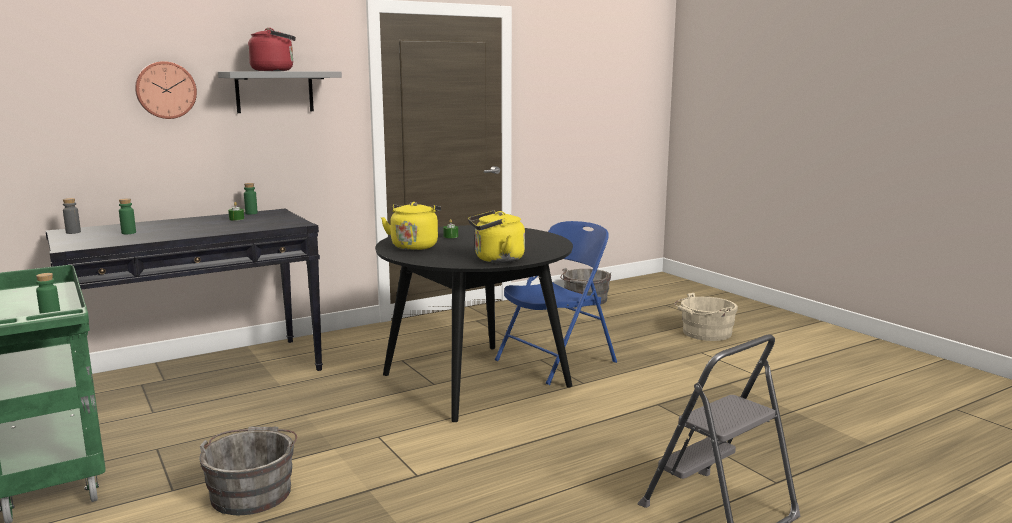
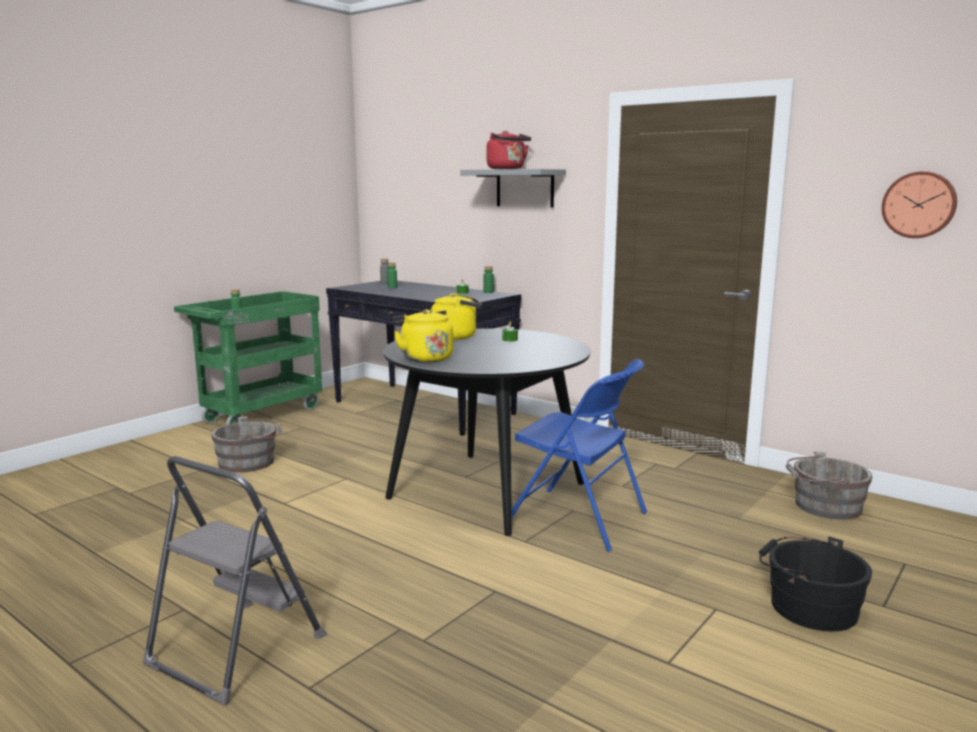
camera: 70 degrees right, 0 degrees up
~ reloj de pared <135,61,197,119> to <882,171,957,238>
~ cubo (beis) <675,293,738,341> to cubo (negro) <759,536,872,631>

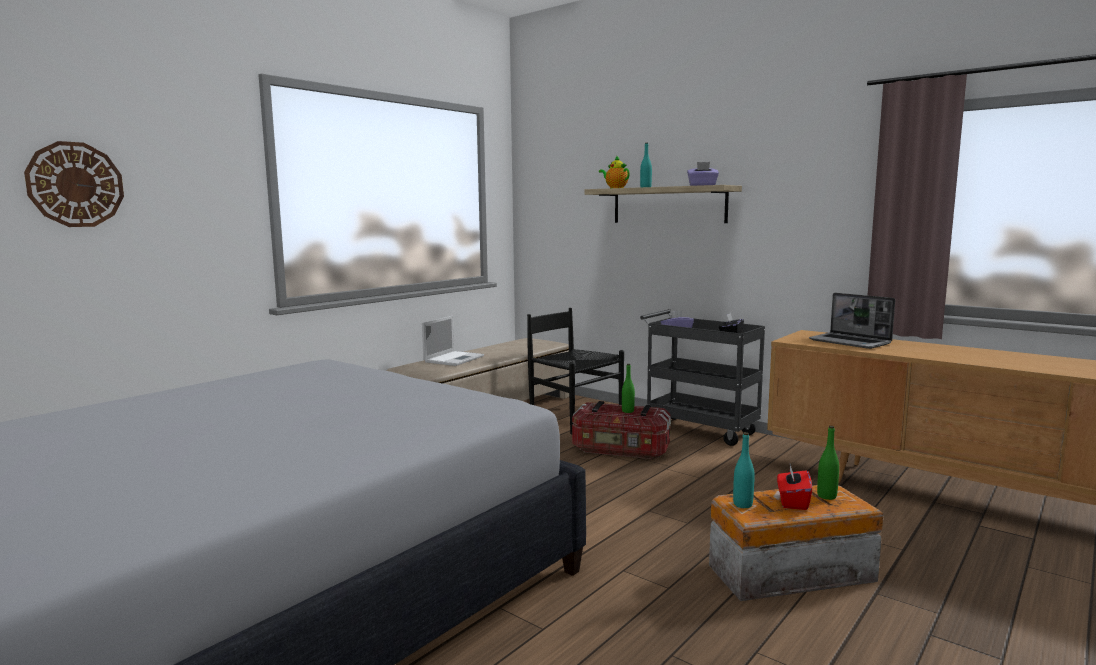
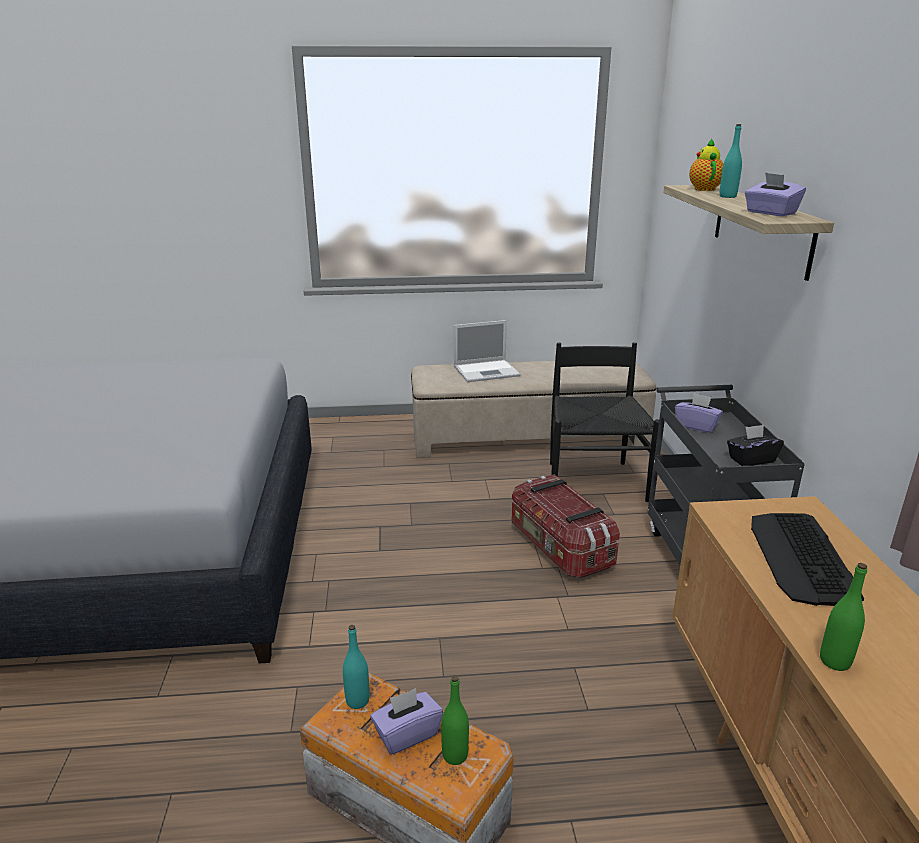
camera: 45 degrees right, 15 degrees up
- reloj de pared <24,141,124,227>
~ portátil <809,293,895,349> to teclado <751,513,864,606>
~ botella (verde) <622,364,635,413> to <820,563,867,671>
~ caja de pañuelos (rojo) <777,464,812,510> to caja de pañuelos (morado) <370,688,443,754>

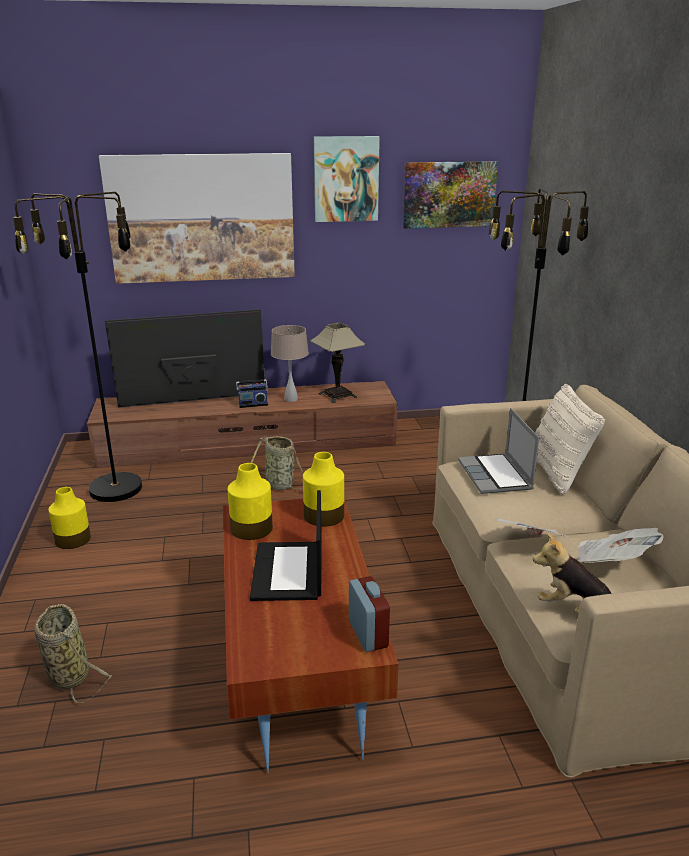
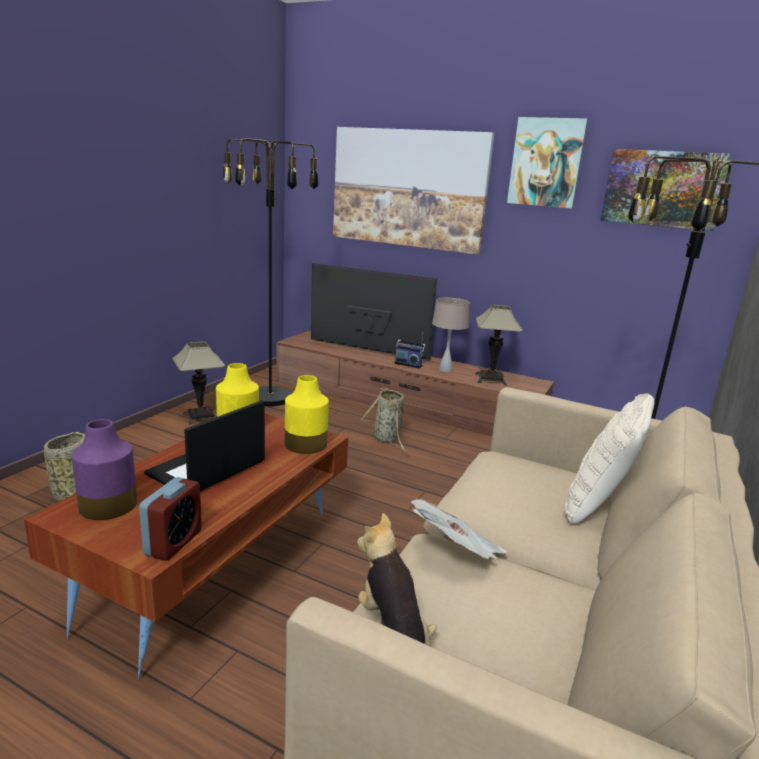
camera: 35 degrees right, 5 degrees down
- portátil <458,408,540,494>
~ florero (amarillo) <48,487,91,549> to lámpara de mesa <172,342,226,425>
- periódico <577,528,664,563>
+ florero (morado) <71,419,137,520>

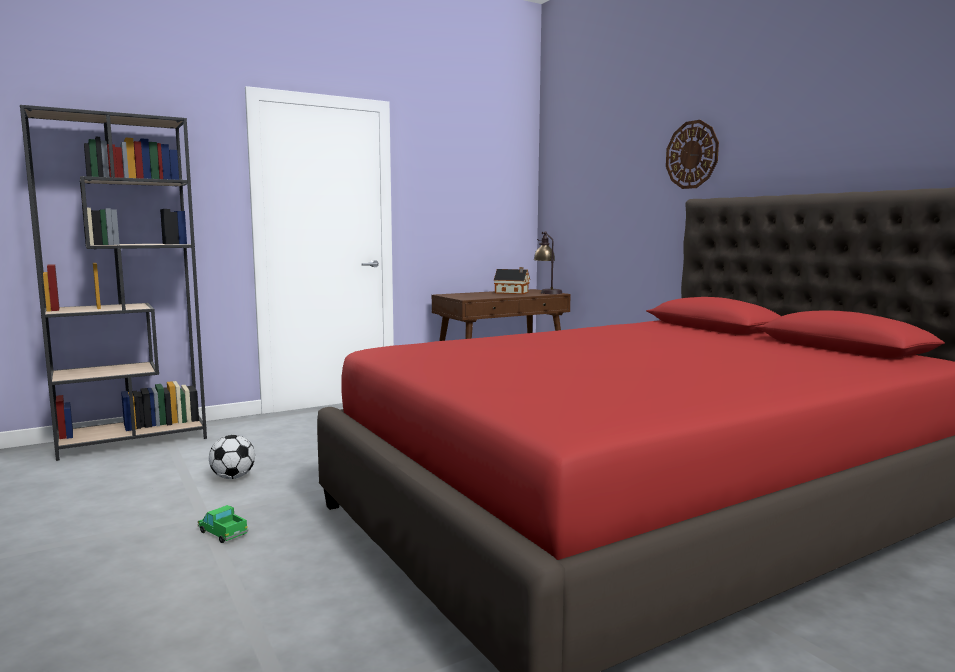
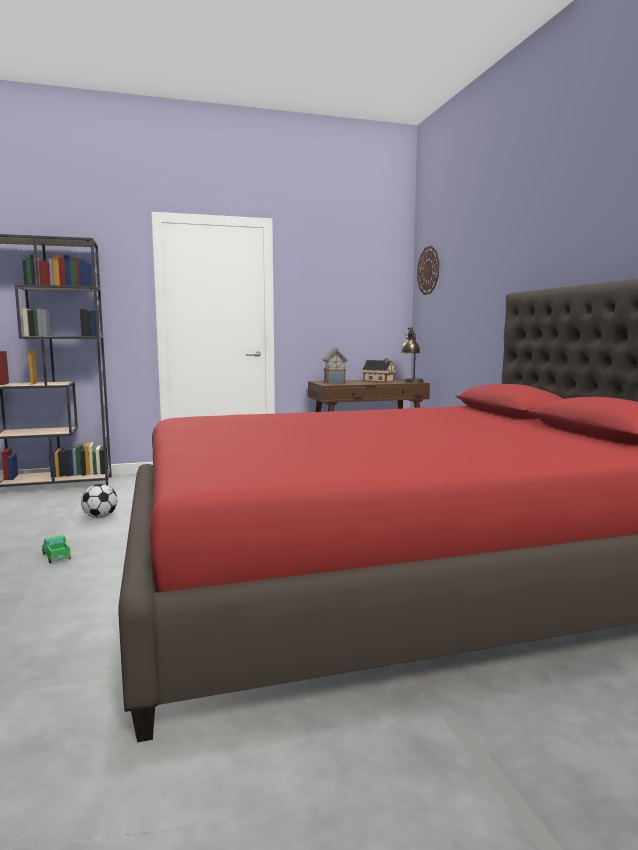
camera: 15 degrees right, 0 degrees up
~ reloj de pared <666,120,719,189> to <417,246,439,295>
+ casita <323,347,347,384>

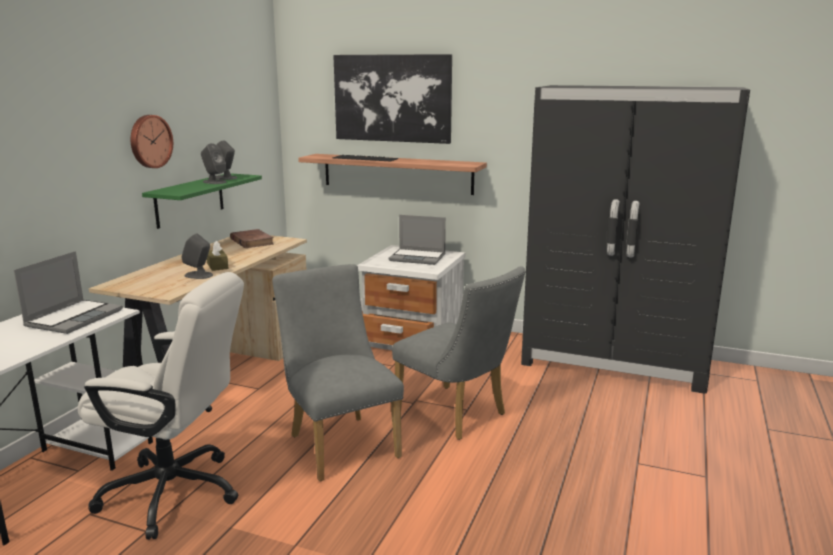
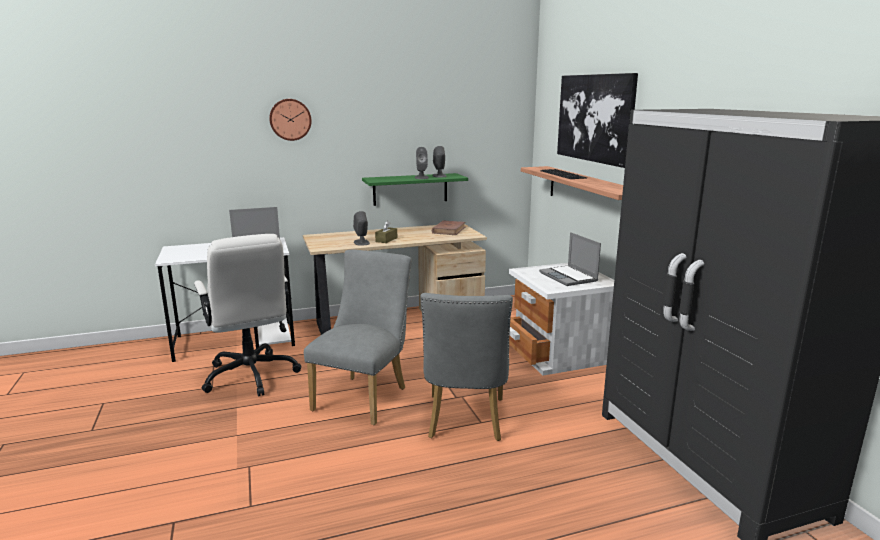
camera: 50 degrees right, 0 degrees up
~ reloj de pared <131,115,173,168> to <269,99,311,141>

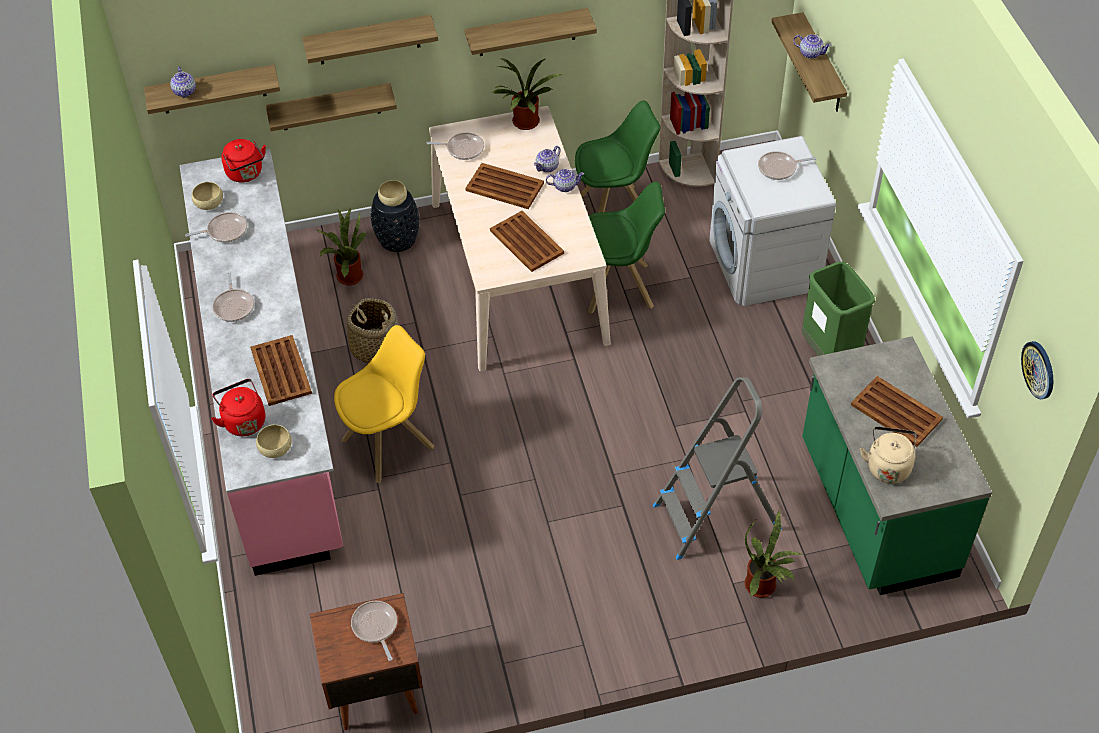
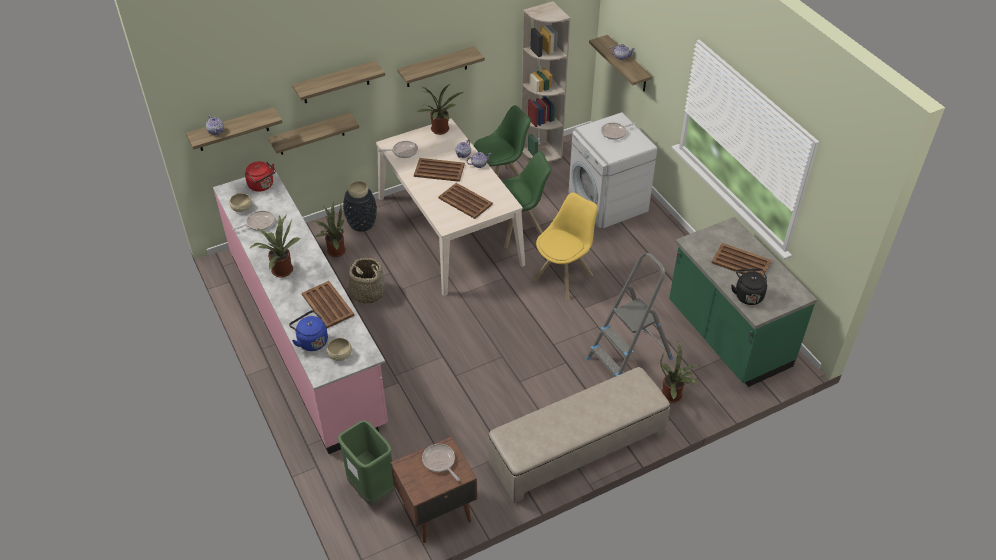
camera: 15 degrees left, 5 degrees down
~ papelera (verde) <802,262,875,356> to <338,420,396,505>
~ sartén <213,272,254,322> to planta en maceta <249,215,300,278>
~ silla (amarillo) <334,325,434,483> to <533,192,598,301>
- reloj de pared <1021,341,1053,399>
~ hervidor (rojo) <211,379,265,436> to hervidor (azul) <289,310,328,351>
~ hervidor (beis) <860,426,917,484> to hervidor (negro) <731,269,767,305>
+ banco (beis) <488,367,670,503>

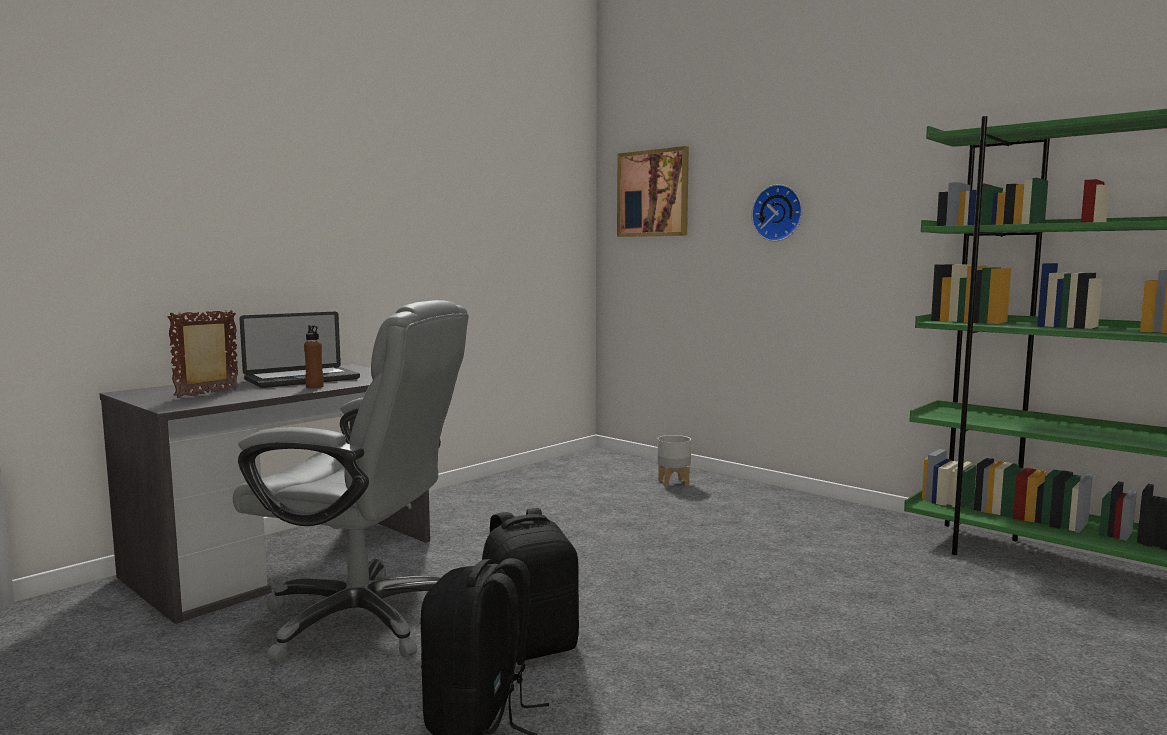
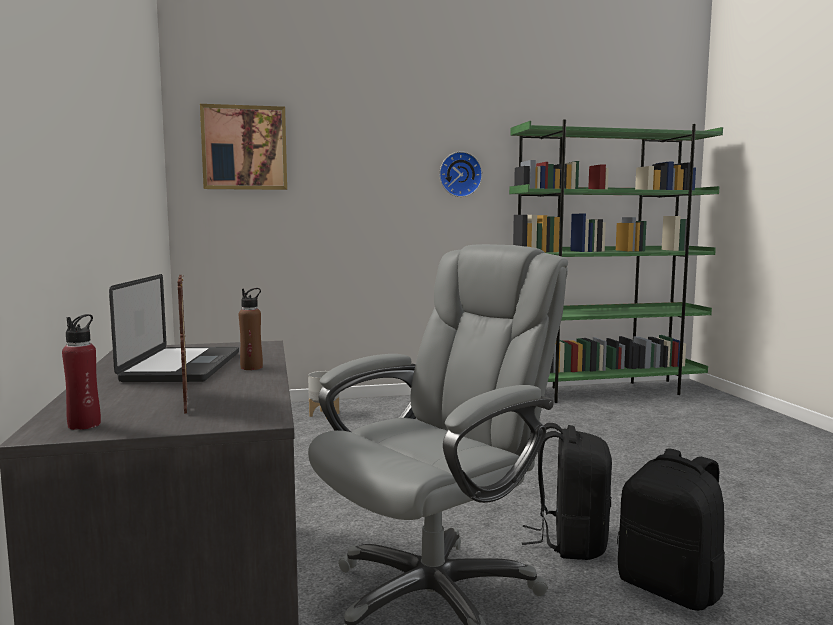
camera: 55 degrees left, 0 degrees up
~ reloj de pared <751,184,802,241> to <439,152,482,197>
+ botella (rojo) <62,314,101,430>

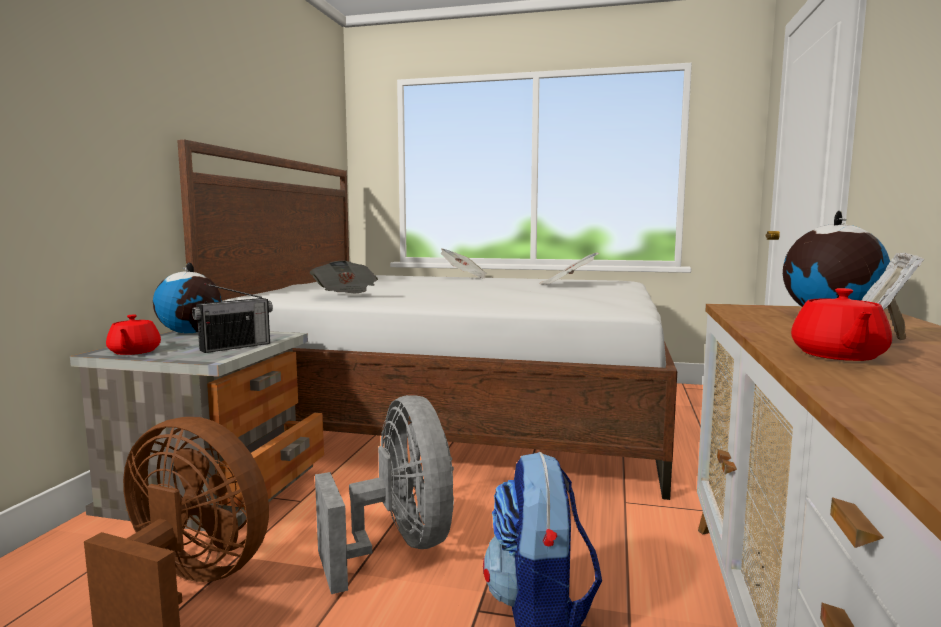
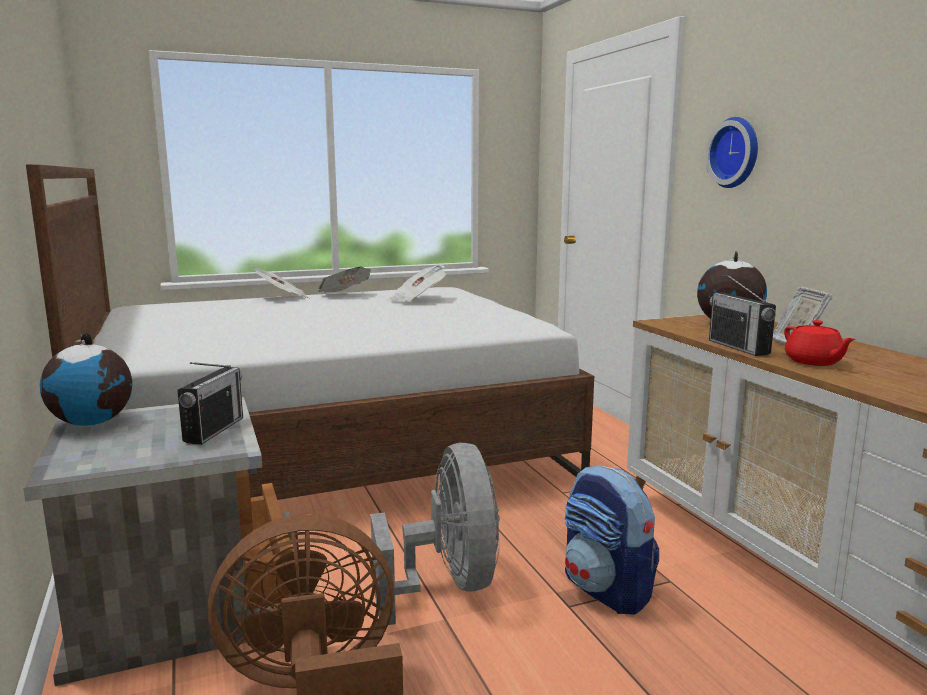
camera: 35 degrees left, 5 degrees up
~ periódico <310,261,378,293> to <318,267,371,292>
- tetera (rojo) <106,315,161,355>
~ ventilador (gris) <315,395,454,594> = <371,443,500,625> 45 degrees clockwise
+ reloj de pared <705,117,758,188>
+ radio <709,273,776,356>

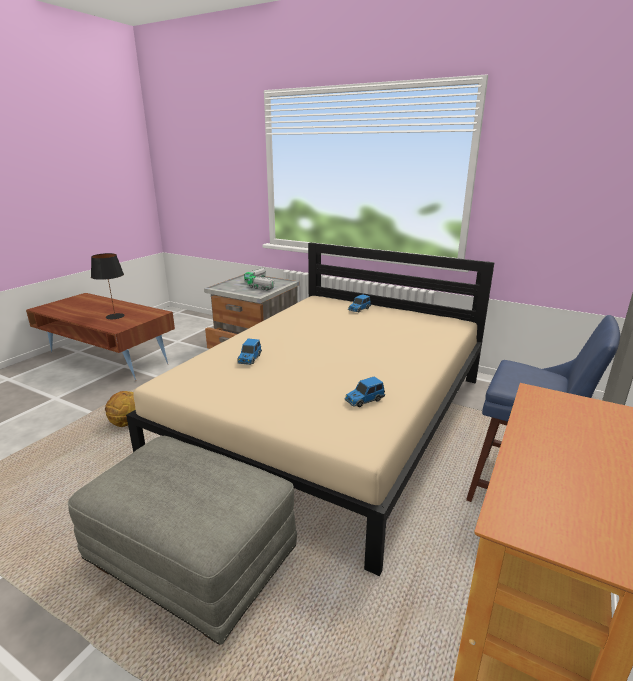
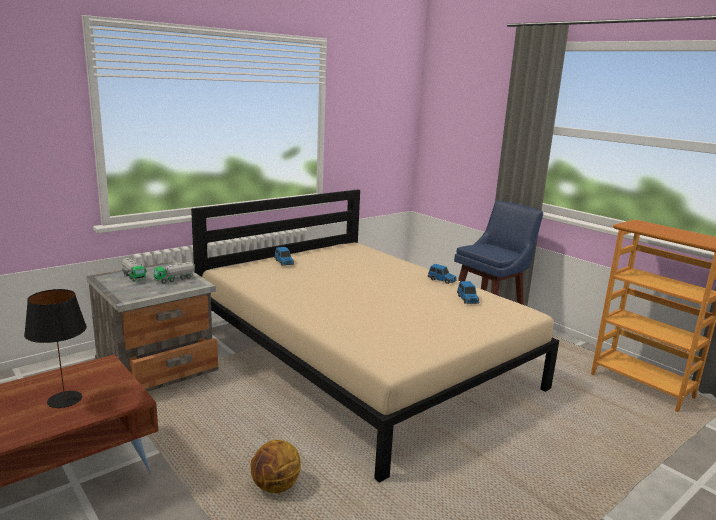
camera: 70 degrees left, 5 degrees down
~ coche de juguete <237,339,262,365> to <428,264,457,284>
- puf (gris) <68,436,297,645>

